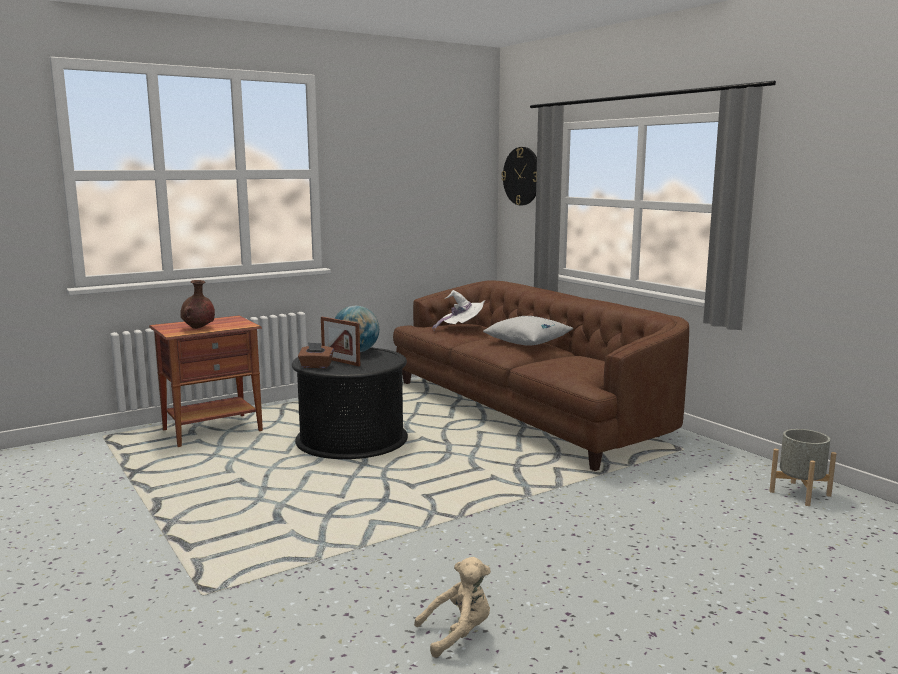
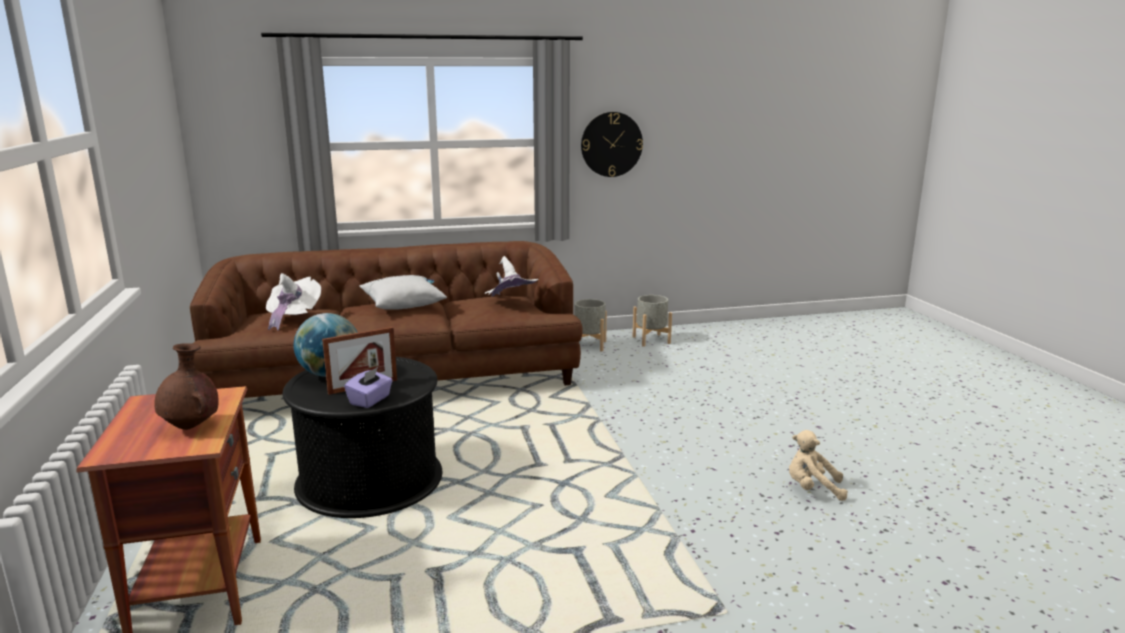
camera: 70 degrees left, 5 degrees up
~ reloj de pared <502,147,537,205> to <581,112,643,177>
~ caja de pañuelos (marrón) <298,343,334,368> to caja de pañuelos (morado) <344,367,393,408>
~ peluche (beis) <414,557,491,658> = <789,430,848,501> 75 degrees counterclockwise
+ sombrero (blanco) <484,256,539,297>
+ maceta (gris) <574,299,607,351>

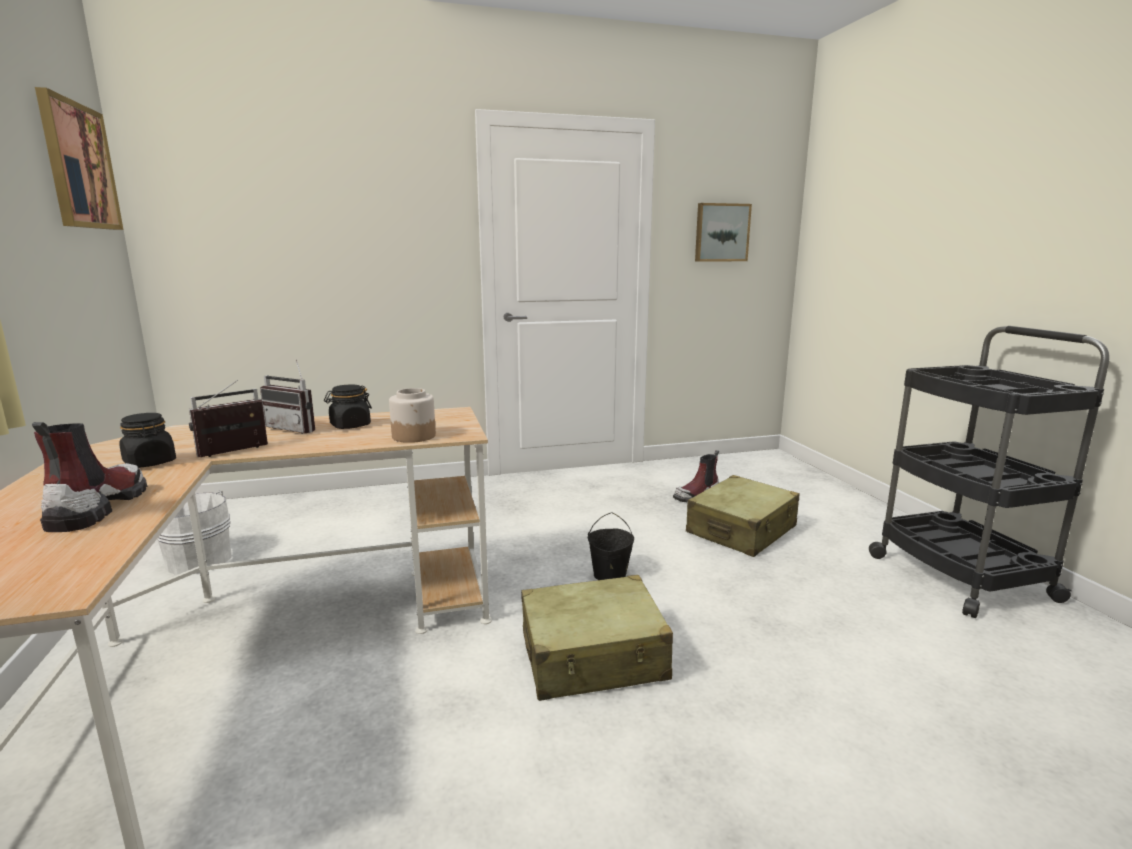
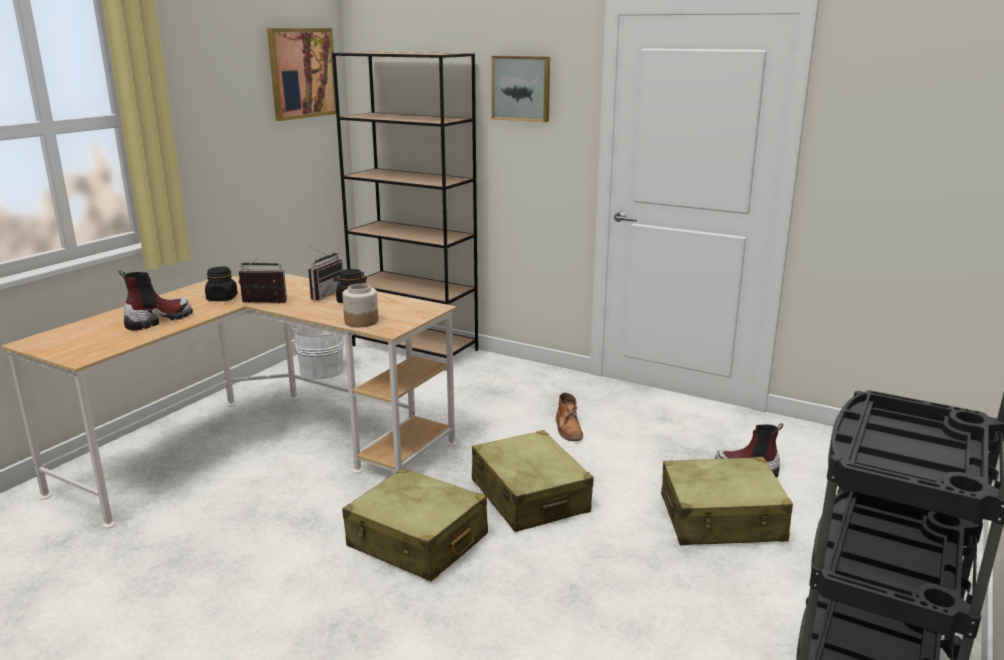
camera: 45 degrees right, 5 degrees up
~ cuadro <695,203,752,262> to <492,56,550,122>
~ radio <260,360,315,434> = <308,246,343,301> 135 degrees counterclockwise
~ cubo (negro) <588,512,634,580> to maleta (beis) <472,430,594,532>
+ estantería (beis) <332,52,478,358>
+ bota (marrón) <556,393,583,441>

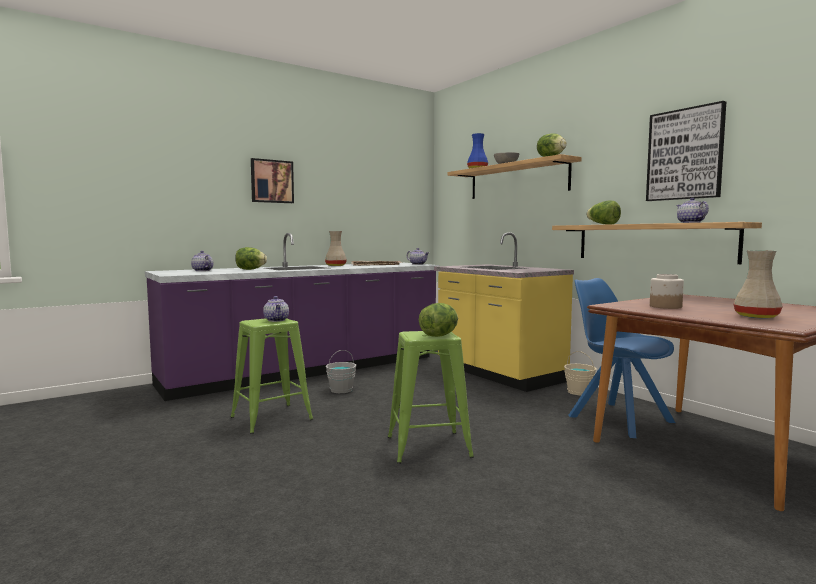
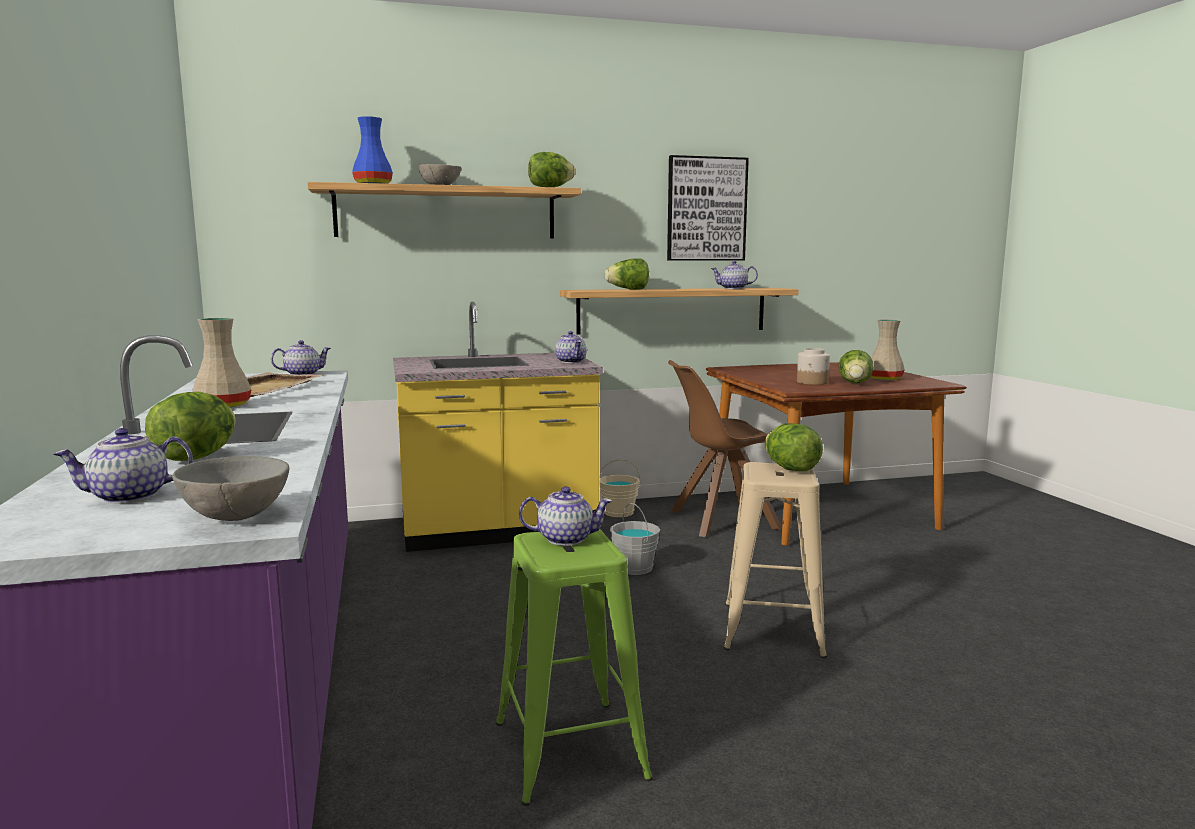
camera: 70 degrees left, 5 degrees up
- cuadro <251,158,294,203>
~ silla (azul) <568,278,675,438> to silla (marrón) <668,360,782,537>
~ taburete (verde) <388,331,474,464> to taburete (beis) <724,462,827,658>
~ cubo (gris) <326,350,356,393> to <610,503,660,575>
+ tetera <555,331,587,363>
+ lechuga <839,350,873,383>
+ cuenco (gris) <172,456,289,521>

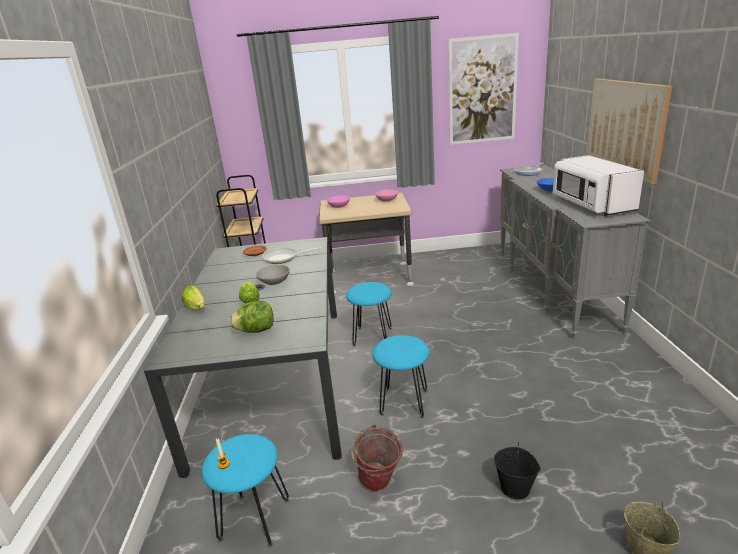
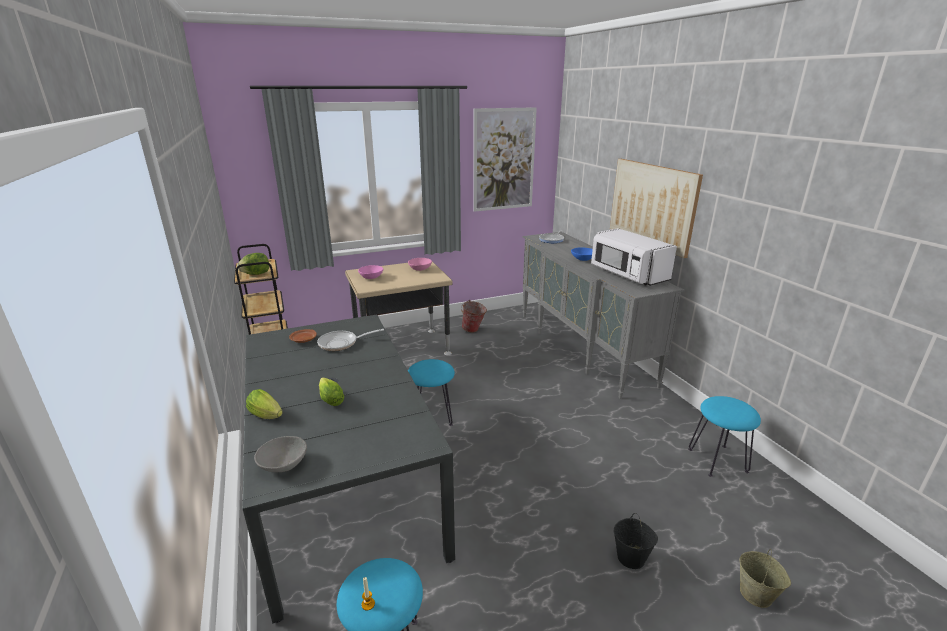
camera: 20 degrees left, 0 degrees up
~ cuenco (gris) <256,265,290,285> to <254,436,307,472>
~ lechuga <230,301,274,333> to <237,253,269,275>
~ taburete (turquesa) <372,335,430,418> to <688,396,761,477>
~ cubo <351,425,403,491> to <461,300,487,333>

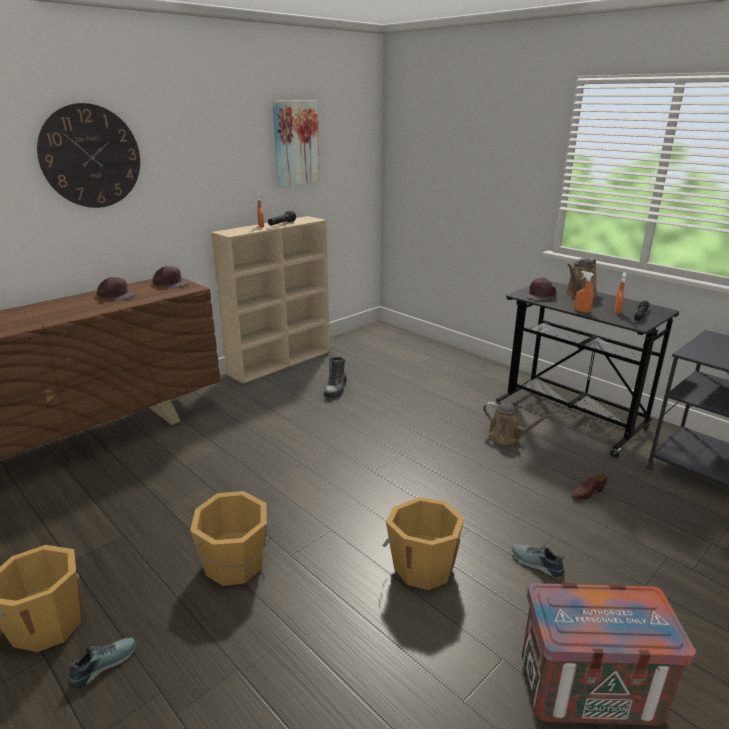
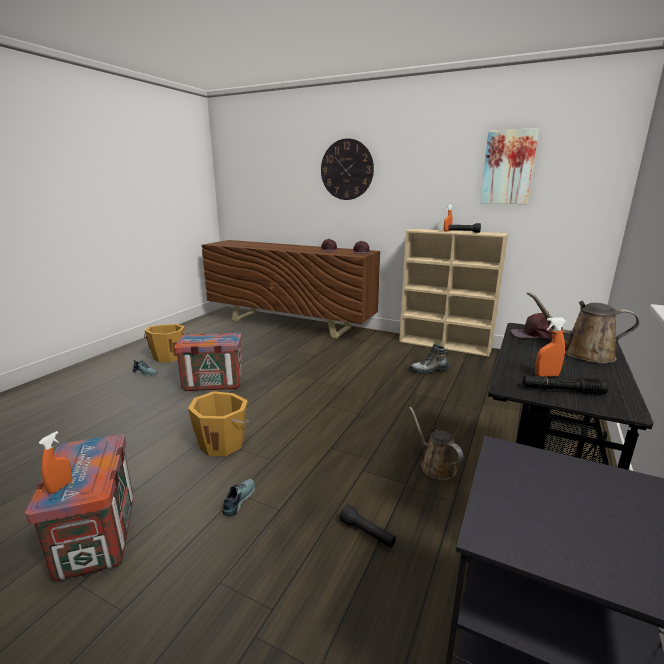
camera: 70 degrees right, 5 degrees down
~ pulverizador (naranja) <574,271,594,313> to <39,431,72,494>
~ regadera (marrón) <483,402,553,445> = <409,407,463,480> 135 degrees clockwise
~ zapato (marrón) <572,474,607,500> to linterna (negro) <340,505,396,548>
~ cubo (naranja) <190,491,271,586> to caja de embalaje <174,333,243,391>

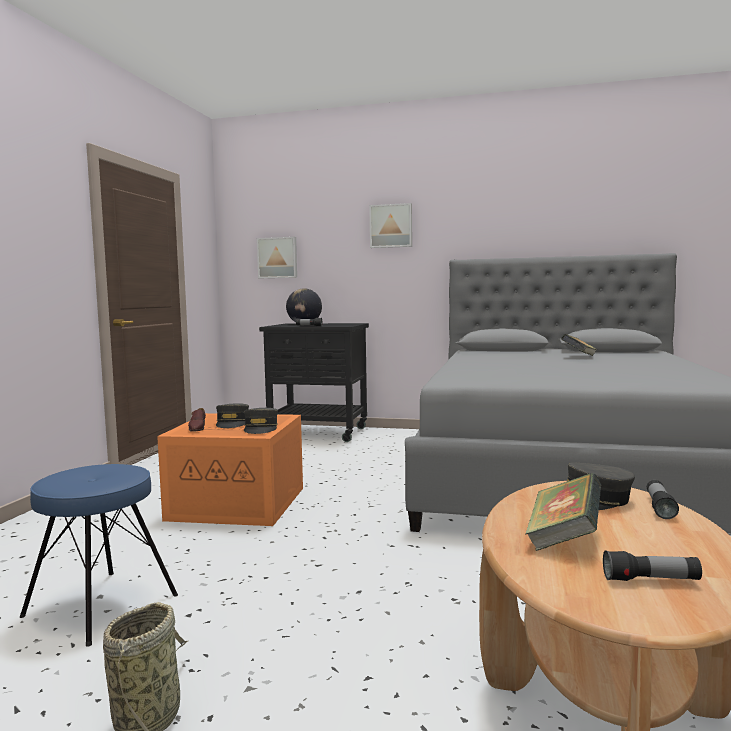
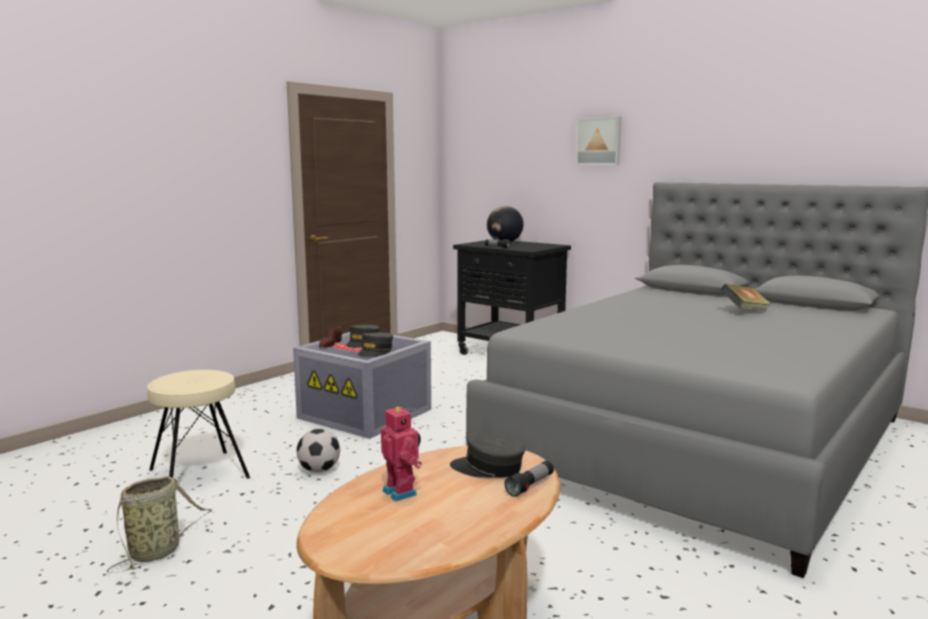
camera: 25 degrees right, 5 degrees up
- cuadro <257,237,297,278>
~ caja de almacenaje (naranja) <157,413,303,526> to caja de almacenaje (gris) <293,332,431,439>
~ taburete (azul) <20,464,178,647> to taburete (beis) <147,370,250,479>
~ libro <525,473,601,551> to robot de juguete <381,405,422,502>
- linterna <603,550,702,581>
+ balón de fútbol <296,429,340,472>

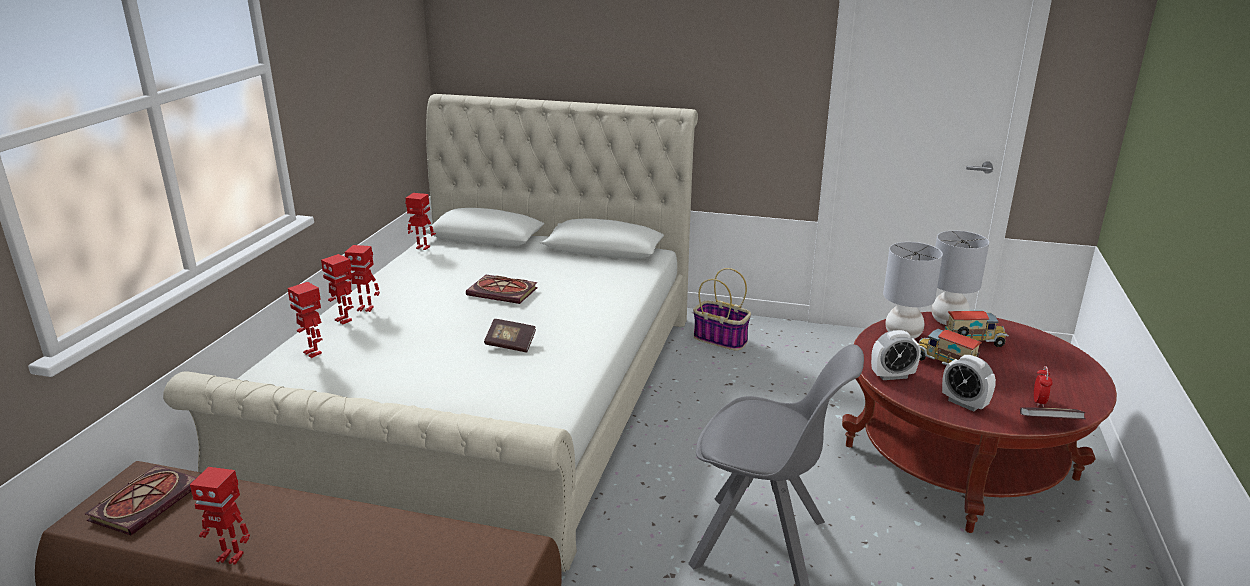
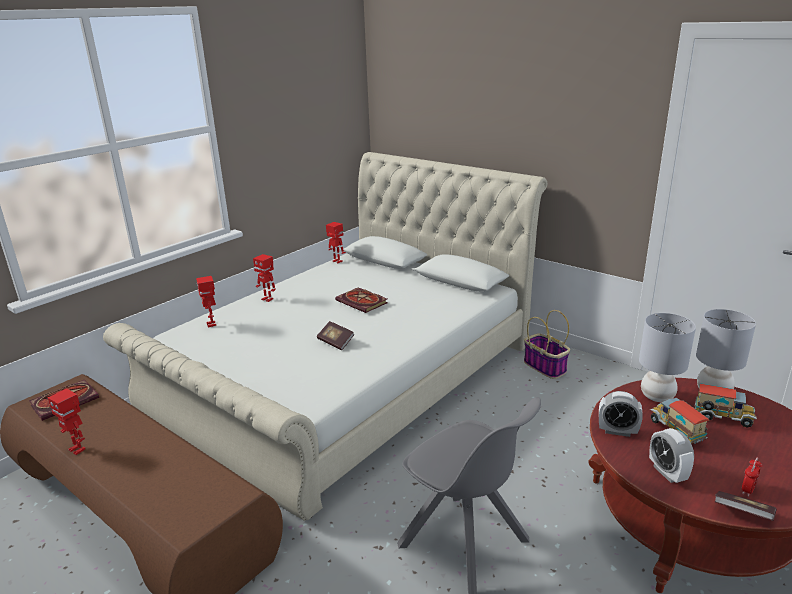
camera: 25 degrees right, 0 degrees up
- robot de juguete <321,254,354,325>

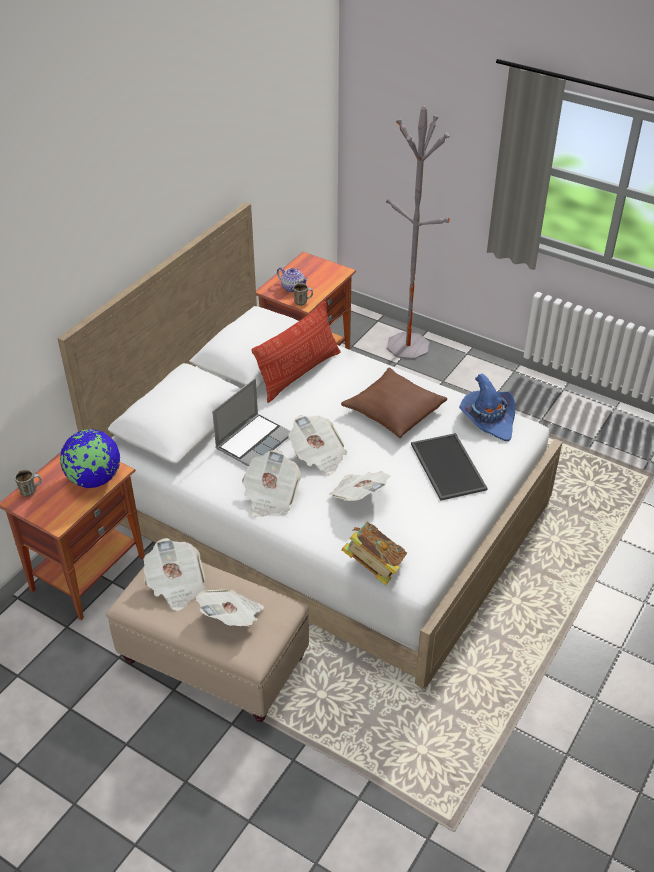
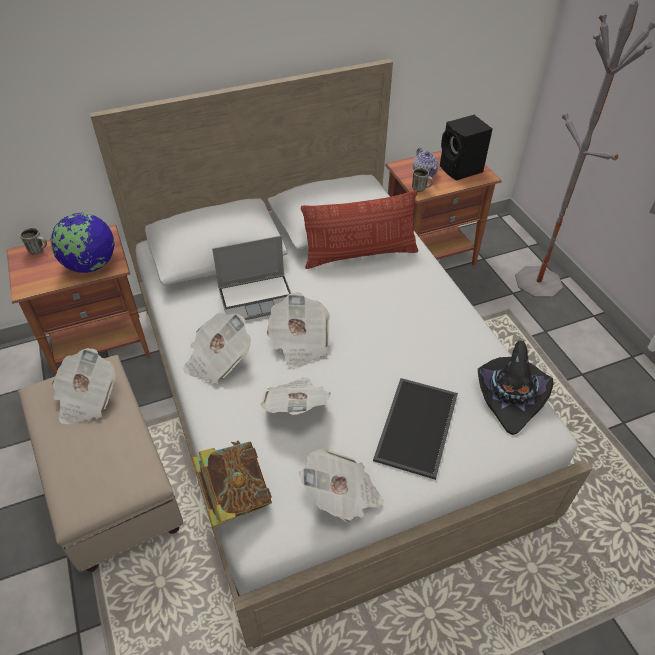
camera: 35 degrees right, 5 degrees up
- cojín (marrón) <341,368,447,438>
~ sombrero (azul) <459,374,516,441> to sombrero (negro) <478,340,553,435>
~ periódico <196,589,264,626> to <299,448,384,522>
+ altavoz (negro) <440,115,492,181>

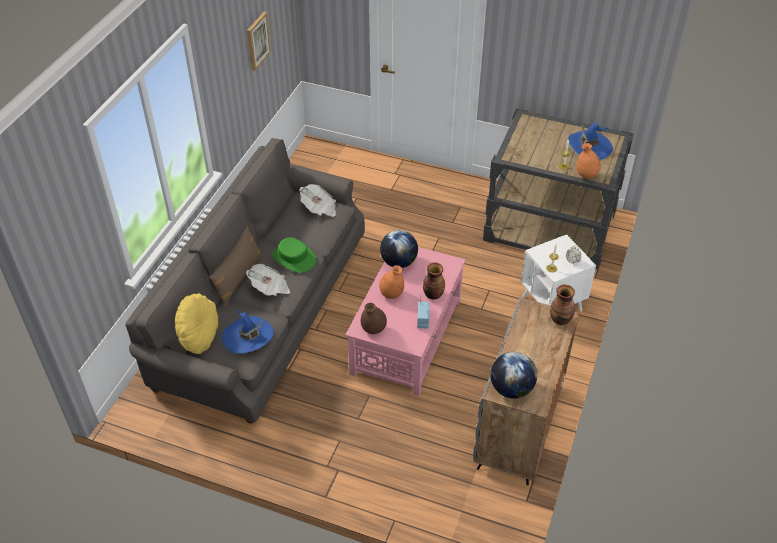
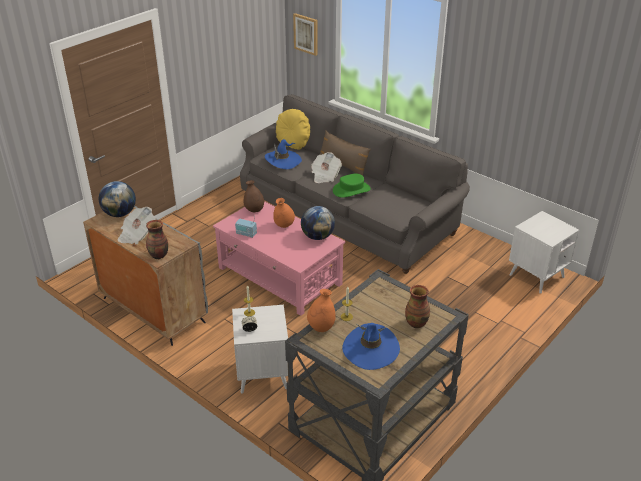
camera: 110 degrees right, 10 degrees down
~ cuadro <247,12,271,71> to <293,13,318,56>
~ periódico <299,184,336,217> to <118,207,156,244>
~ florero <423,262,445,300> to <405,285,430,328>
+ mesa auxiliar (blanco) <509,211,579,294>

